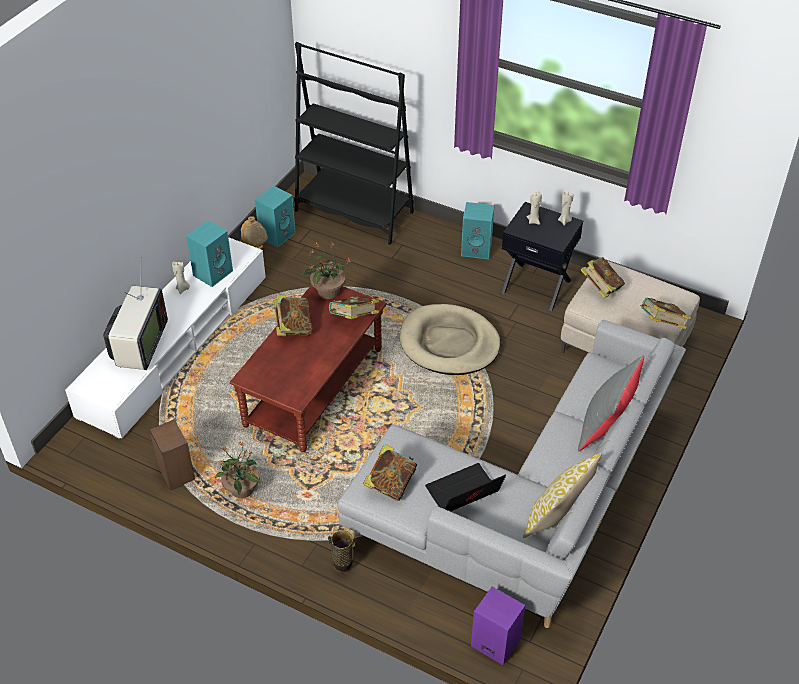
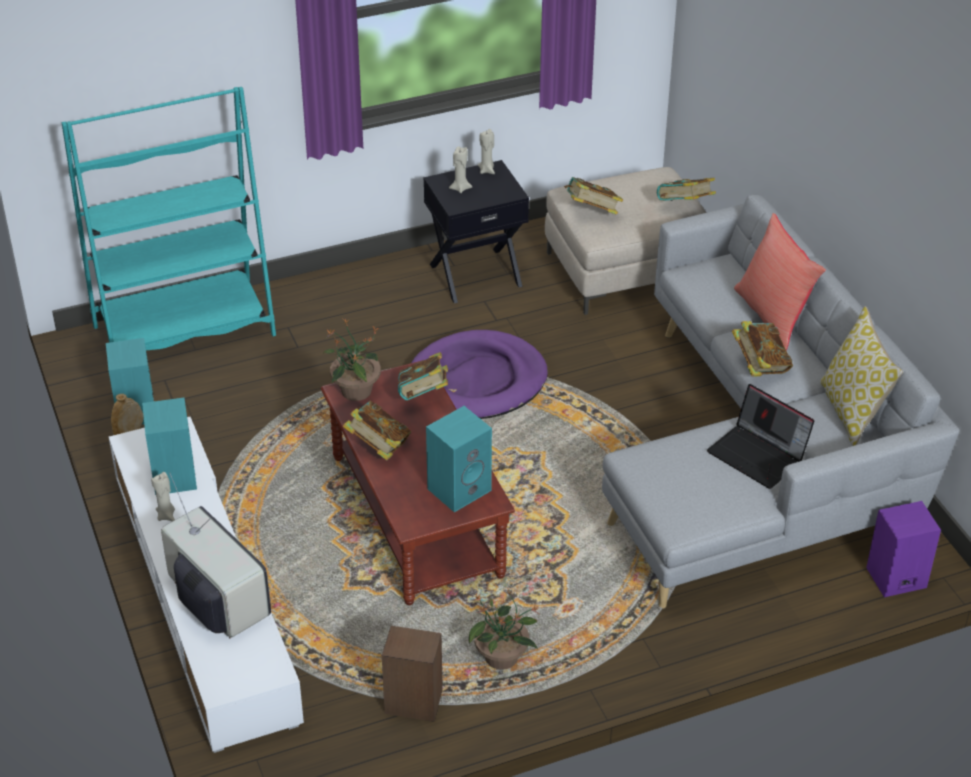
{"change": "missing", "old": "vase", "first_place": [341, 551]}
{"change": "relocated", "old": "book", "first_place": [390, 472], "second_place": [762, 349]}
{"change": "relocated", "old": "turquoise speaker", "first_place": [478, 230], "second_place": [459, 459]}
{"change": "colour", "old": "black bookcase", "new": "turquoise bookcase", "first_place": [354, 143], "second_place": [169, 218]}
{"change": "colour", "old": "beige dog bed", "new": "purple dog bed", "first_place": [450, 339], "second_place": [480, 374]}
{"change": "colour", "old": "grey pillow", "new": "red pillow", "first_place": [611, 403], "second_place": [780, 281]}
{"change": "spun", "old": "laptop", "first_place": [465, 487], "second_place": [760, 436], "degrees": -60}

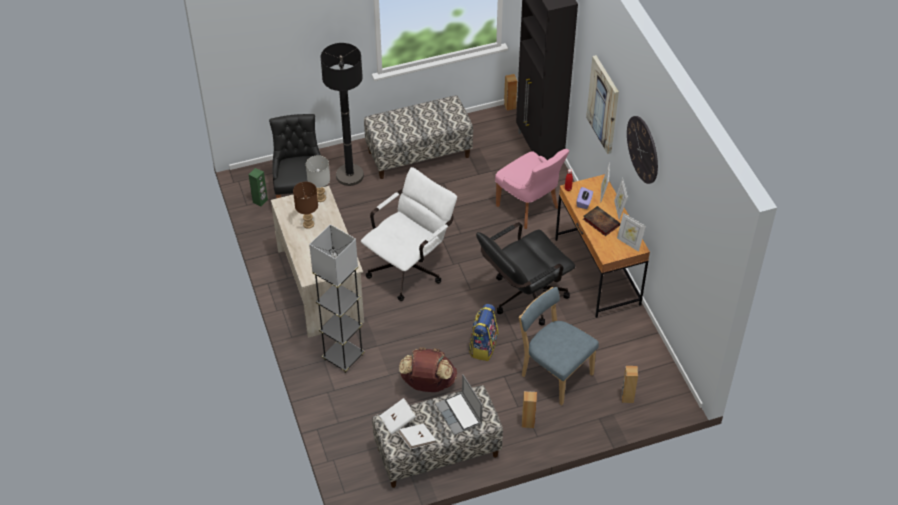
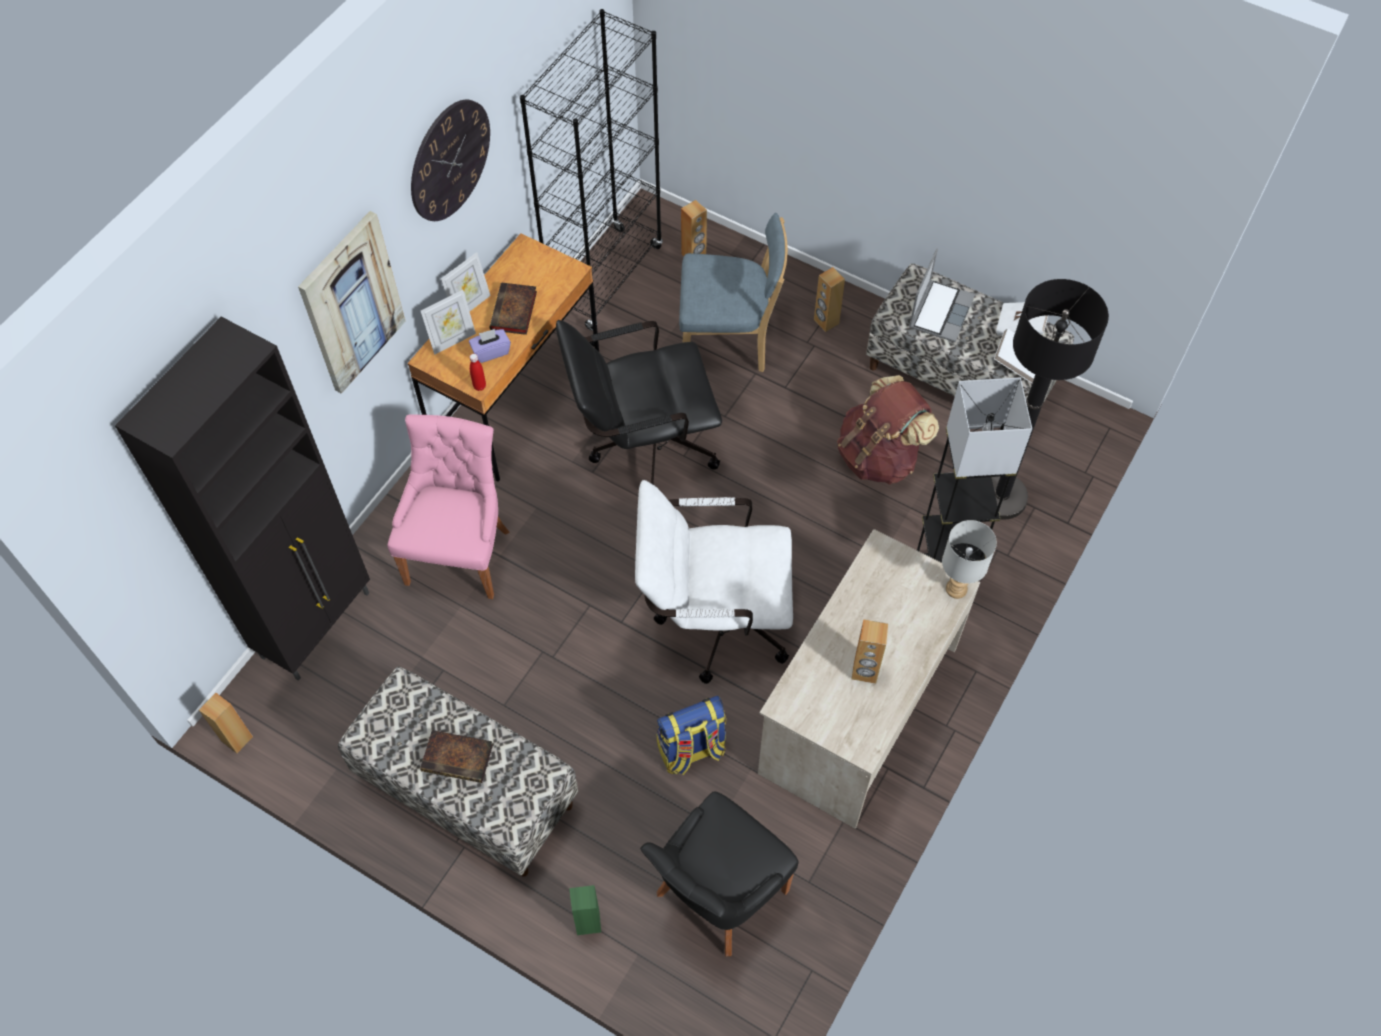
{"change": "missing", "old": "picture frame", "first_place": [631, 232]}
{"change": "appeared", "new": "book", "second_place": [456, 756]}
{"change": "appeared", "new": "black bookcase", "second_place": [591, 170]}
{"change": "relocated", "old": "green speaker", "first_place": [258, 187], "second_place": [585, 910]}
{"change": "relocated", "old": "grey table lamp", "first_place": [318, 178], "second_place": [969, 559]}
{"change": "relocated", "old": "black floor lamp", "first_place": [342, 114], "second_place": [1050, 399]}
{"change": "relocated", "old": "backpack", "first_place": [483, 332], "second_place": [691, 735]}
{"change": "exchanged", "old": "brown table lamp", "new": "brown speaker", "first_place": [305, 205], "second_place": [869, 651]}
{"change": "spun", "old": "black office chair", "first_place": [525, 273], "second_place": [639, 402], "degrees": 150}
{"change": "spun", "old": "blue chair", "first_place": [559, 346], "second_place": [733, 292], "degrees": -90}

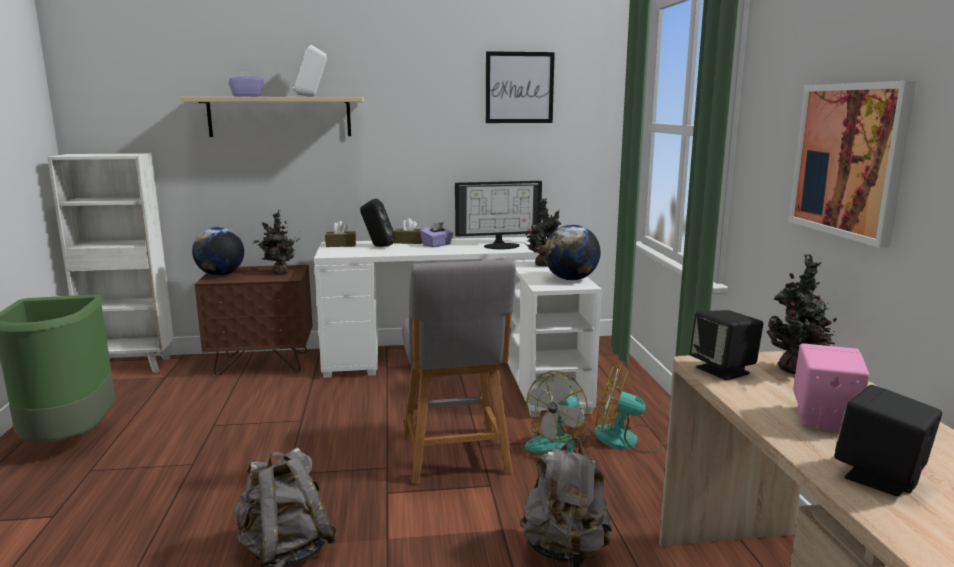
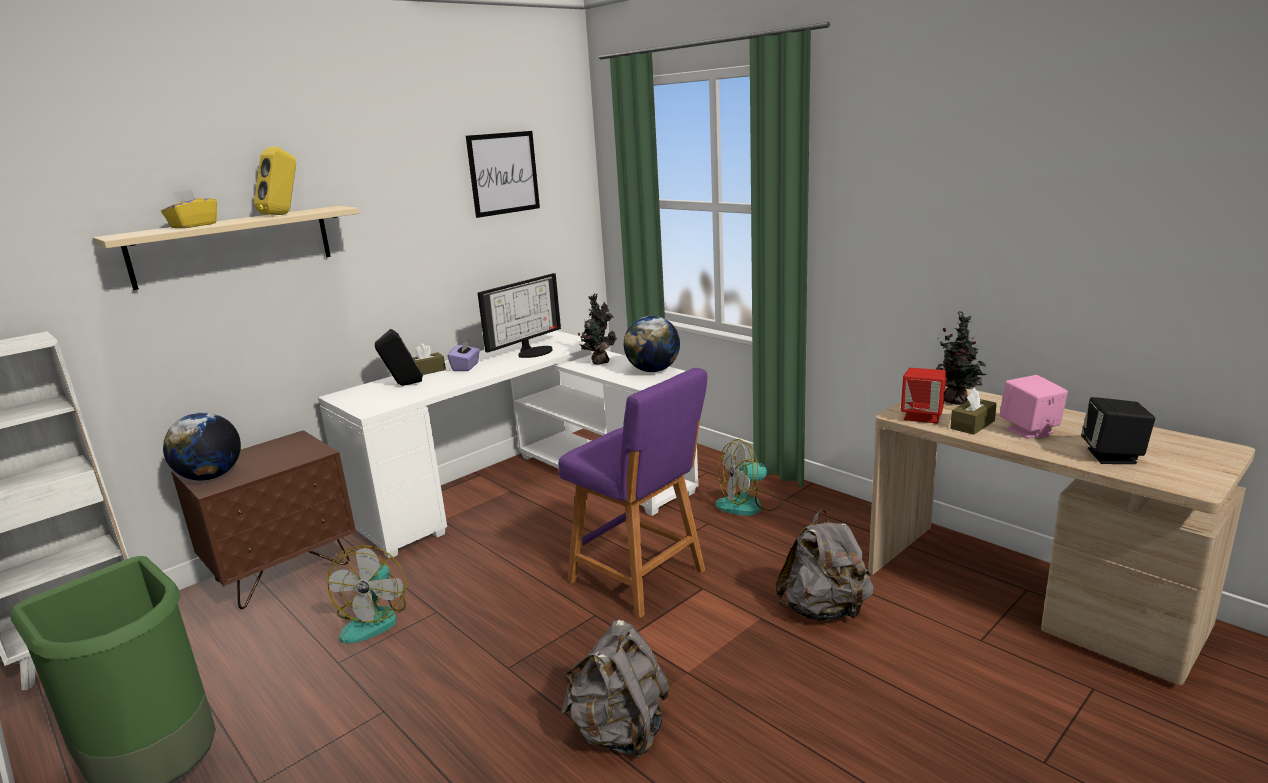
{"change": "missing", "old": "potted plant", "first_place": [276, 242]}
{"change": "missing", "old": "picture", "first_place": [852, 164]}
{"change": "relocated", "old": "brown tissue box", "first_place": [340, 234], "second_place": [973, 411]}
{"change": "relocated", "old": "fan", "first_place": [556, 412], "second_place": [366, 594]}
{"change": "colour", "old": "purple tissue box", "new": "yellow tissue box", "first_place": [246, 84], "second_place": [189, 208]}
{"change": "colour", "old": "white speaker", "new": "yellow speaker", "first_place": [310, 71], "second_place": [275, 180]}
{"change": "colour", "old": "grey stool", "new": "purple stool", "first_place": [459, 372], "second_place": [632, 493]}
{"change": "colour", "old": "black speaker", "new": "red speaker", "first_place": [727, 345], "second_place": [924, 396]}

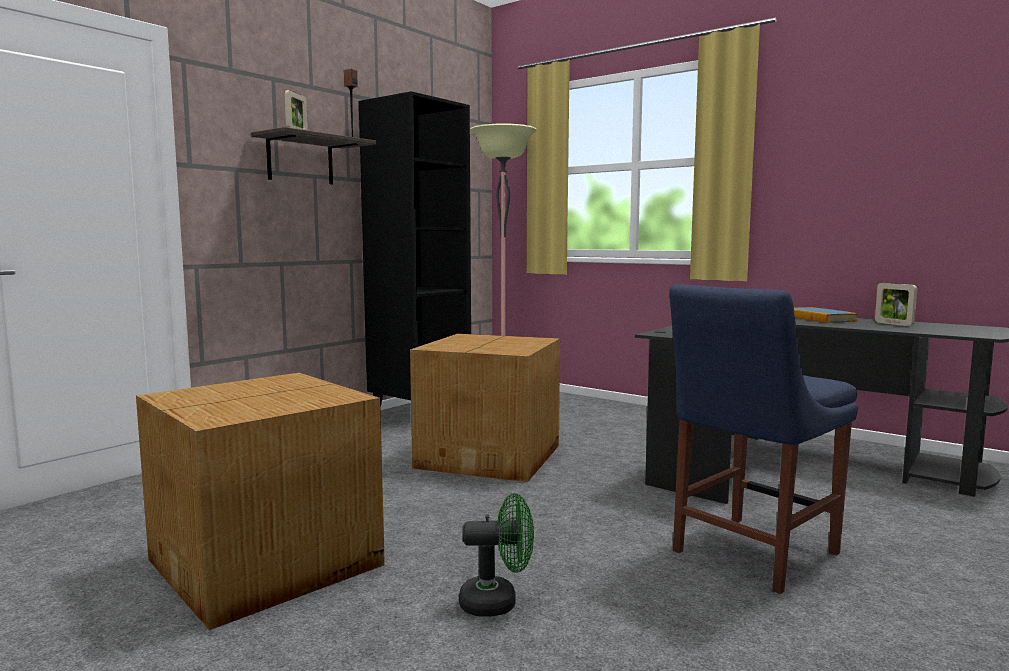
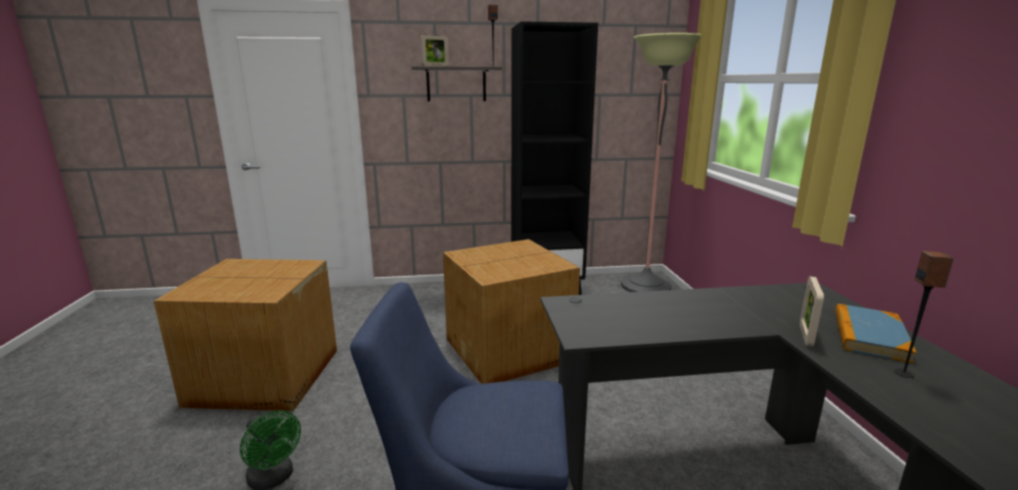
{"change": "appeared", "new": "speaker", "second_place": [924, 314]}
{"change": "relocated", "old": "picture frame", "first_place": [896, 304], "second_place": [812, 311]}

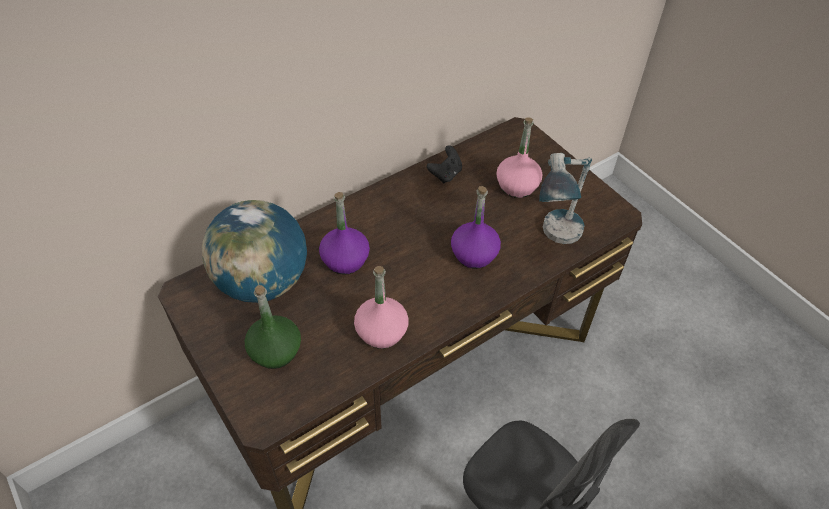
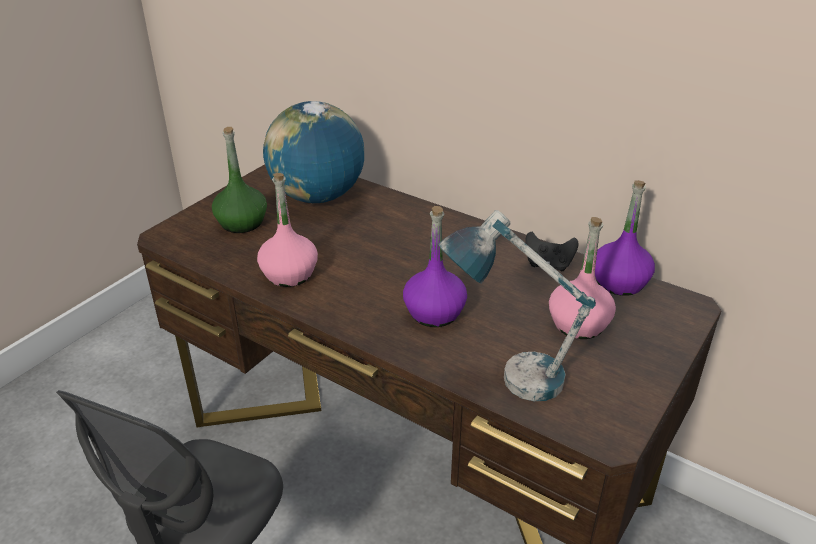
{"change": "relocated", "old": "purple bottle", "first_place": [344, 233], "second_place": [625, 238]}

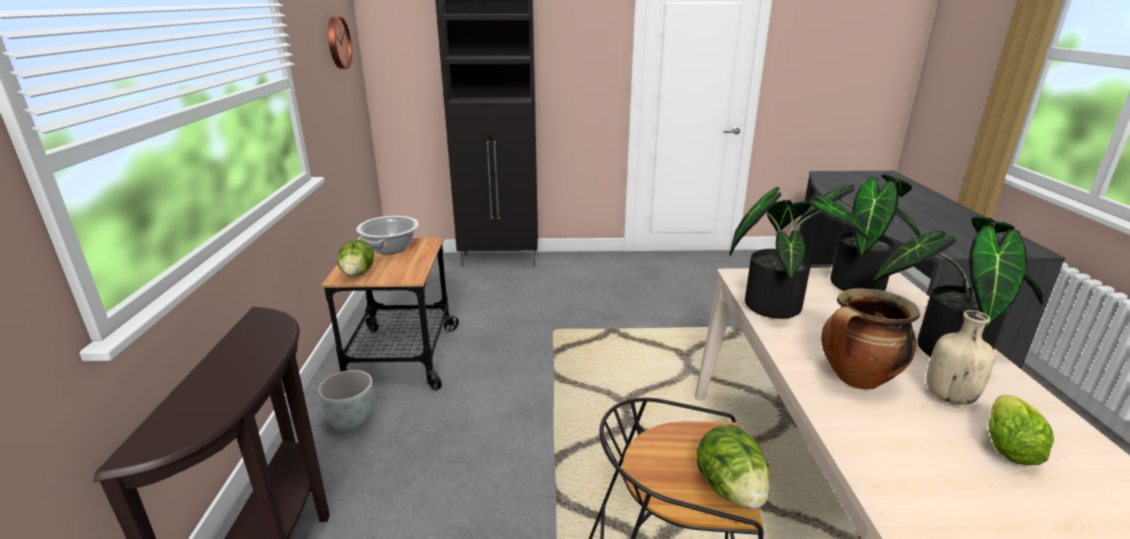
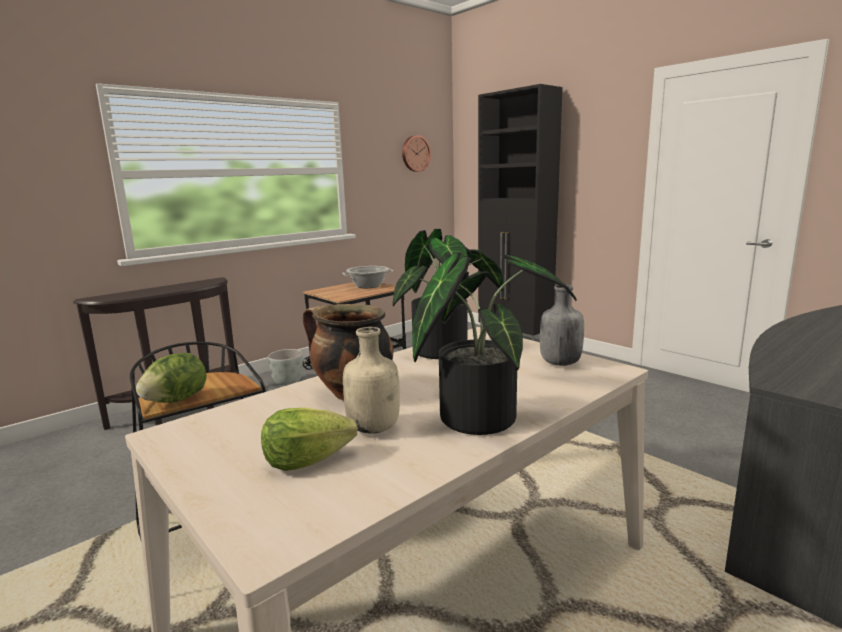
{"change": "missing", "old": "lettuce", "first_place": [355, 257]}
{"change": "exchanged", "old": "potted plant", "new": "grey bottle", "first_place": [859, 232], "second_place": [562, 325]}

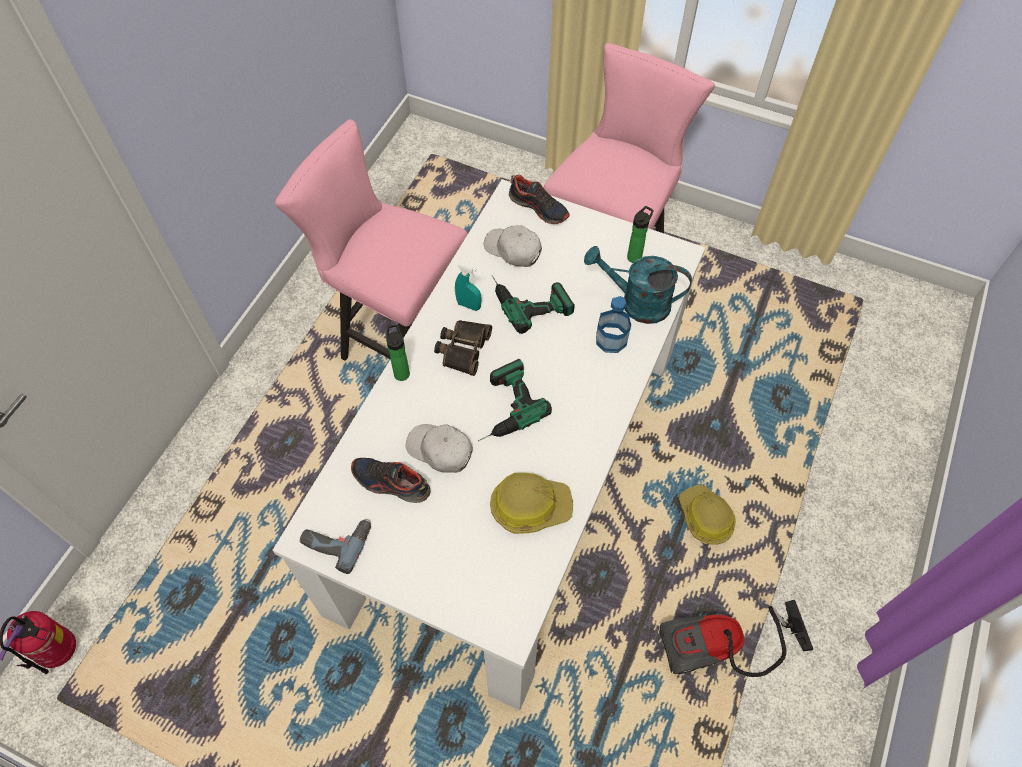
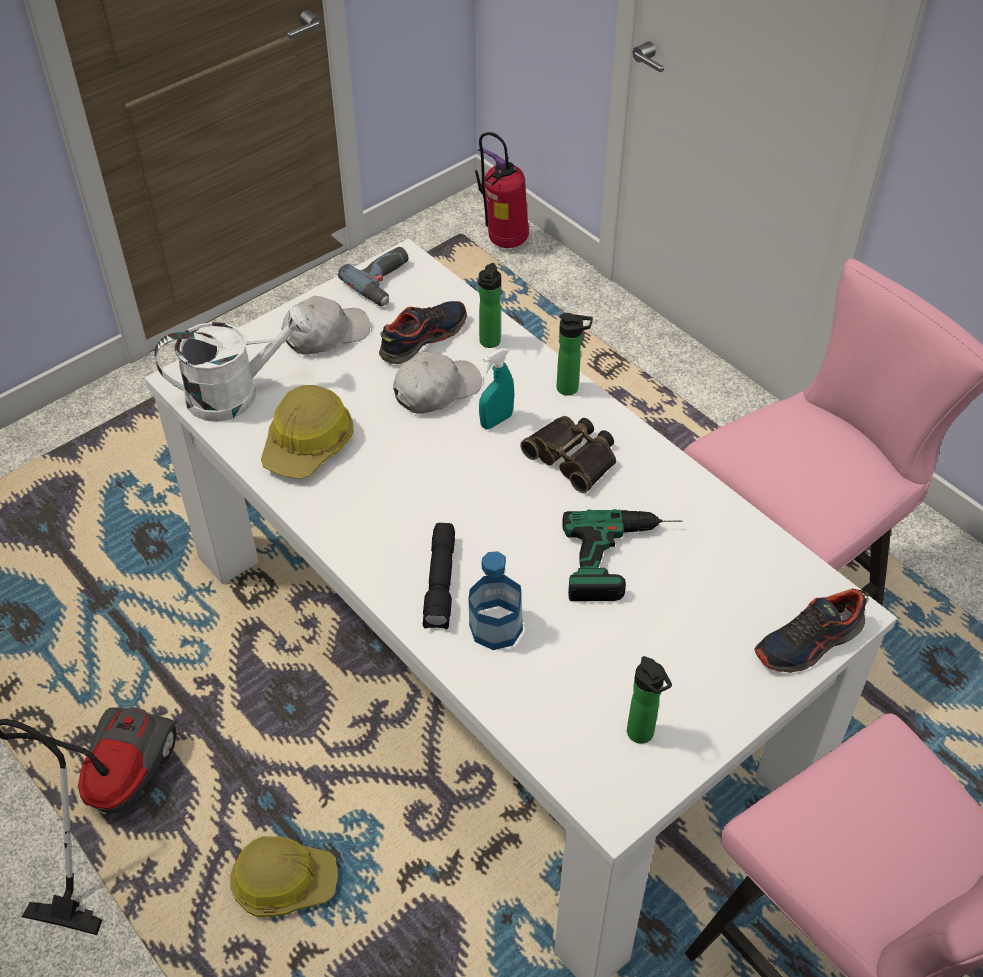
{"change": "missing", "old": "power drill", "first_place": [515, 400]}
{"change": "missing", "old": "turquoise watering can", "first_place": [638, 285]}
{"change": "appeared", "new": "white watering can", "second_place": [233, 364]}
{"change": "appeared", "new": "black flashlight", "second_place": [439, 576]}
{"change": "appeared", "new": "bottle", "second_place": [489, 305]}
{"change": "relocated", "old": "turquoise spray bottle", "first_place": [468, 287], "second_place": [496, 388]}
{"change": "relocated", "old": "white cap", "first_place": [512, 246], "second_place": [326, 325]}

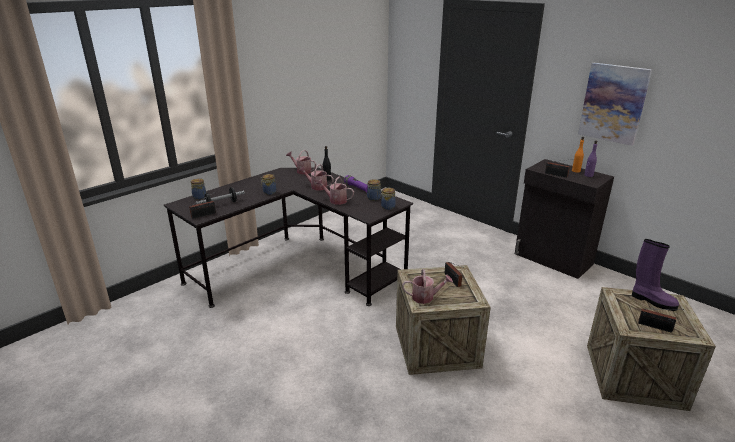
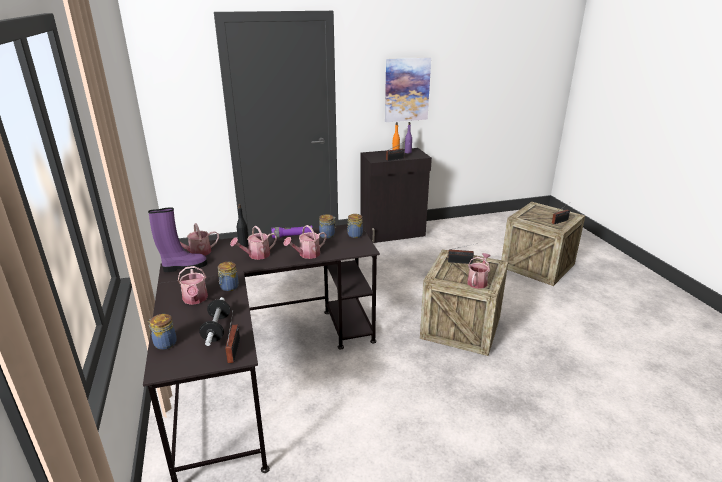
{"change": "appeared", "new": "watering can", "second_place": [193, 285]}
{"change": "relocated", "old": "purple boot", "first_place": [655, 275], "second_place": [177, 239]}

